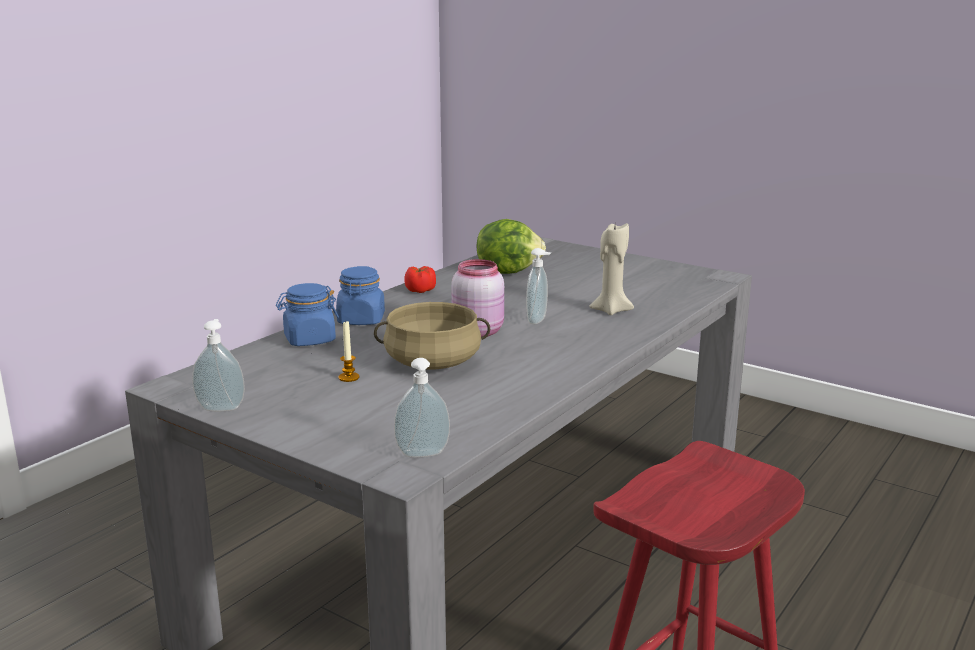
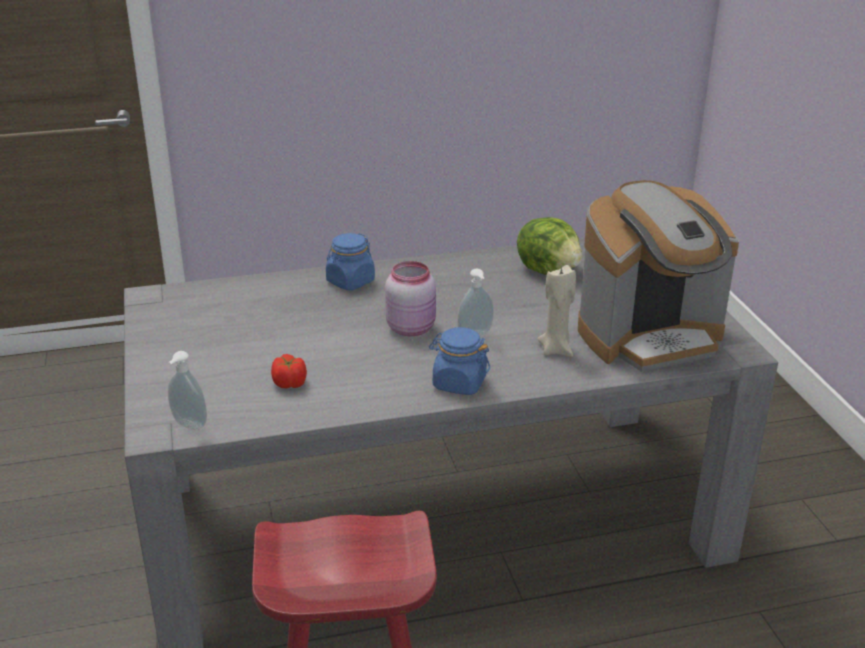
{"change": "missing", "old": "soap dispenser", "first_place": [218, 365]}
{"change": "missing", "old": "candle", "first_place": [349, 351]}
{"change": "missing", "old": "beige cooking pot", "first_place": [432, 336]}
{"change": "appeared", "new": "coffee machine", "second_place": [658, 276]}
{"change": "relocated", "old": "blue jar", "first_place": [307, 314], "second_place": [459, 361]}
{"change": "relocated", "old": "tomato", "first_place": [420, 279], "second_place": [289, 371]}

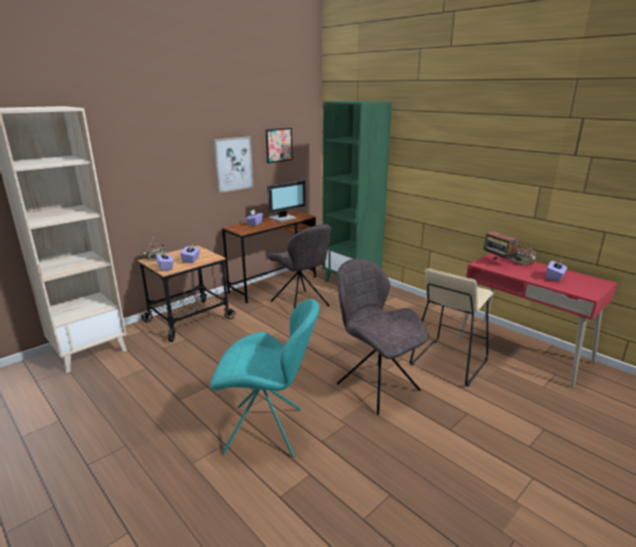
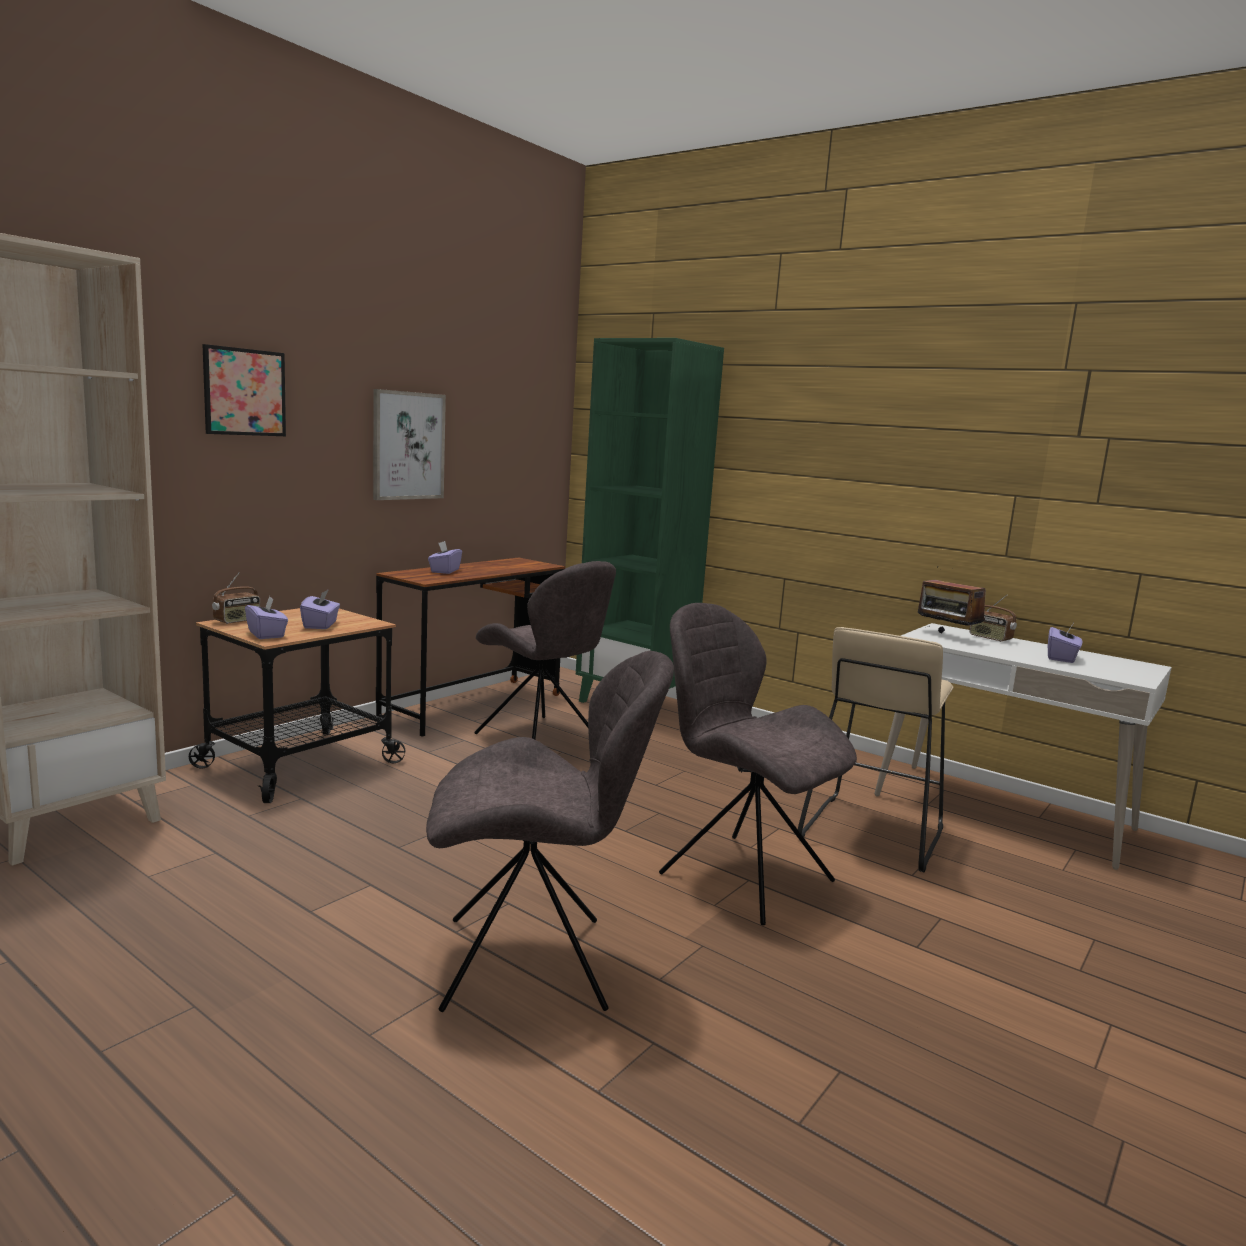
{"change": "missing", "old": "monitor", "first_place": [286, 201]}
{"change": "relocated", "old": "picture", "first_place": [279, 145], "second_place": [244, 390]}
{"change": "colour", "old": "turquoise chair", "new": "grey chair", "first_place": [264, 378], "second_place": [550, 831]}
{"change": "colour", "old": "red desk", "new": "white desk", "first_place": [537, 320], "second_place": [1023, 746]}

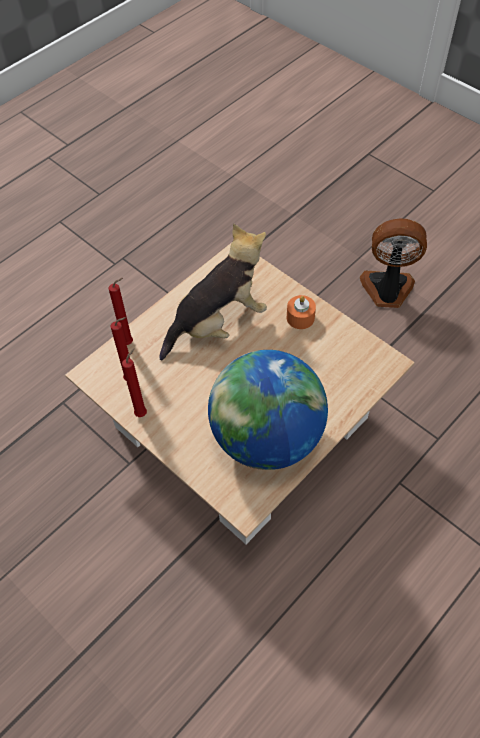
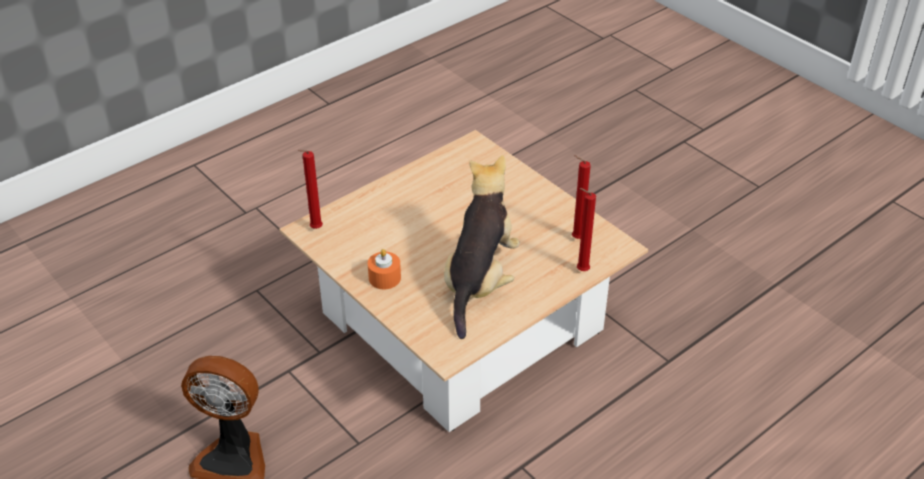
{"change": "missing", "old": "globe", "first_place": [268, 410]}
{"change": "relocated", "old": "red candle", "first_place": [134, 383], "second_place": [310, 189]}
{"change": "spun", "old": "plush toy", "first_place": [213, 292], "second_place": [482, 247], "degrees": 135}

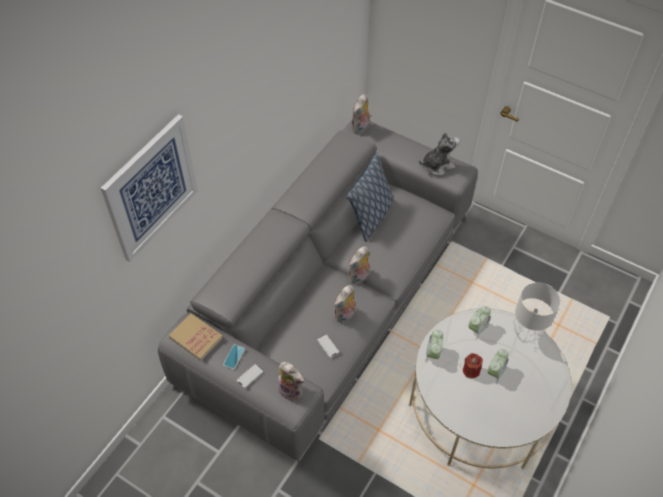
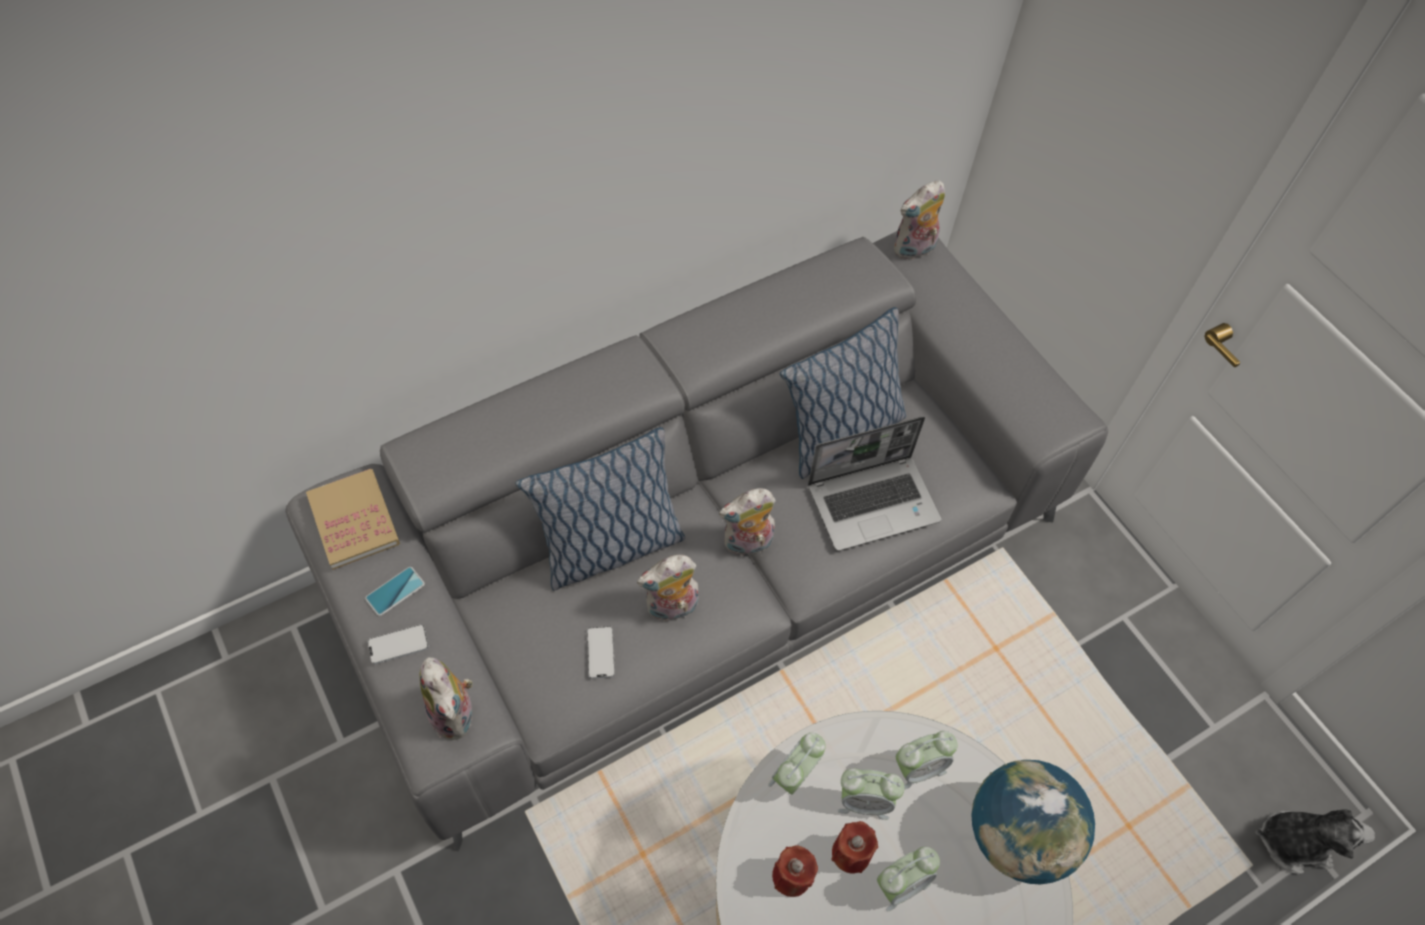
{"change": "missing", "old": "picture", "first_place": [149, 188]}
{"change": "appeared", "new": "pillow", "second_place": [600, 509]}
{"change": "appeared", "new": "red candle", "second_place": [795, 871]}
{"change": "appeared", "new": "laptop", "second_place": [874, 483]}
{"change": "appeared", "new": "alarm clock", "second_place": [871, 794]}
{"change": "relocated", "old": "plush toy", "first_place": [439, 153], "second_place": [1315, 841]}
{"change": "exchanged", "old": "grey table lamp", "new": "globe", "first_place": [537, 312], "second_place": [1033, 822]}

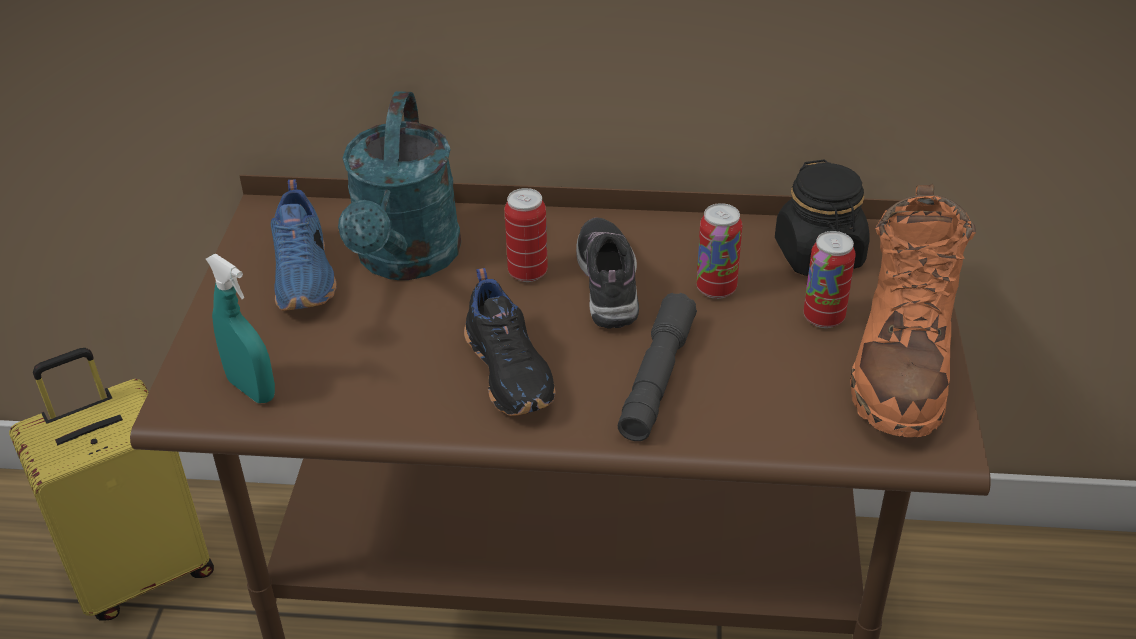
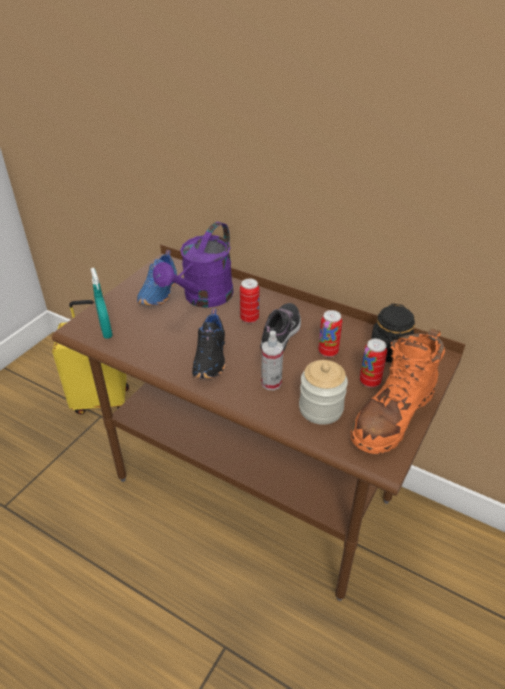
{"change": "appeared", "new": "jar", "second_place": [323, 392]}
{"change": "exchanged", "old": "grey flashlight", "new": "spray bottle", "first_place": [657, 367], "second_place": [272, 360]}
{"change": "colour", "old": "turquoise watering can", "new": "purple watering can", "first_place": [399, 185], "second_place": [193, 265]}

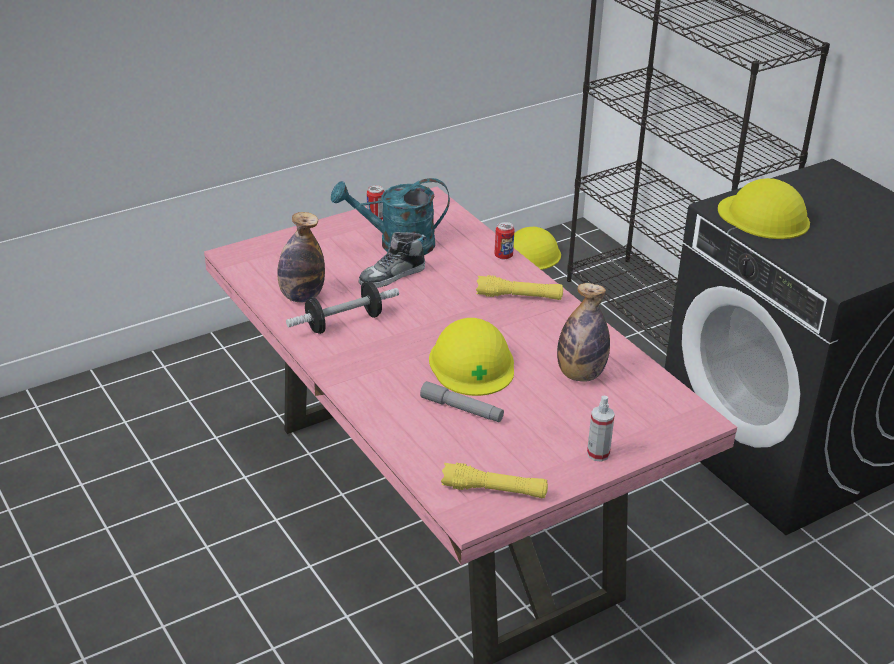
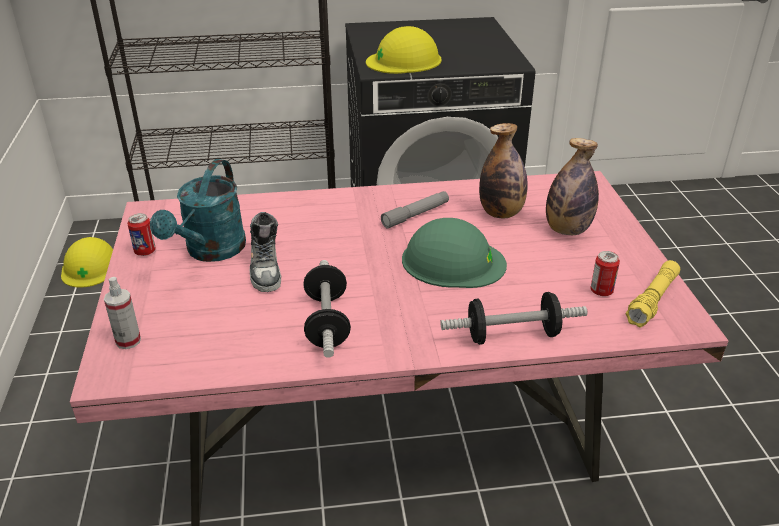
{"change": "missing", "old": "yellow flashlight", "first_place": [519, 287]}
{"change": "appeared", "new": "dumbbell", "second_place": [513, 318]}
{"change": "relocated", "old": "bottle", "first_place": [301, 257], "second_place": [572, 186]}
{"change": "relocated", "old": "grey flashlight", "first_place": [462, 401], "second_place": [415, 209]}
{"change": "relocated", "old": "can", "first_place": [504, 240], "second_place": [605, 273]}
{"change": "relocated", "old": "spray bottle", "first_place": [601, 429], "second_place": [122, 313]}
{"change": "colour", "old": "yellow hard hat", "new": "green hard hat", "first_place": [471, 357], "second_place": [454, 253]}

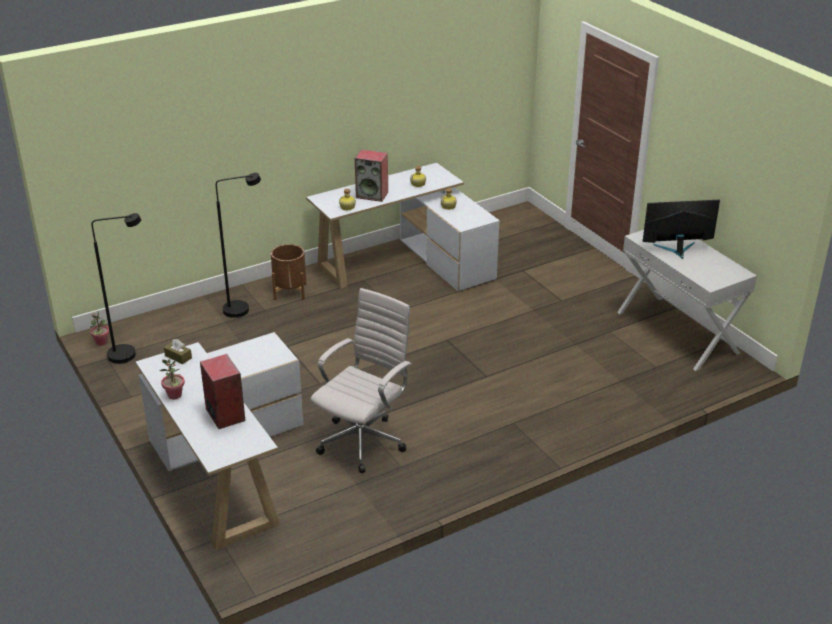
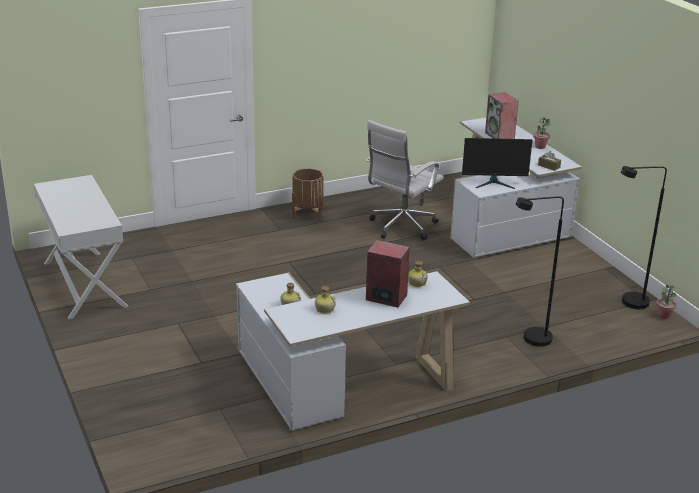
{"change": "relocated", "old": "brown planter", "first_place": [288, 272], "second_place": [308, 194]}
{"change": "relocated", "old": "monitor", "first_place": [681, 229], "second_place": [497, 163]}

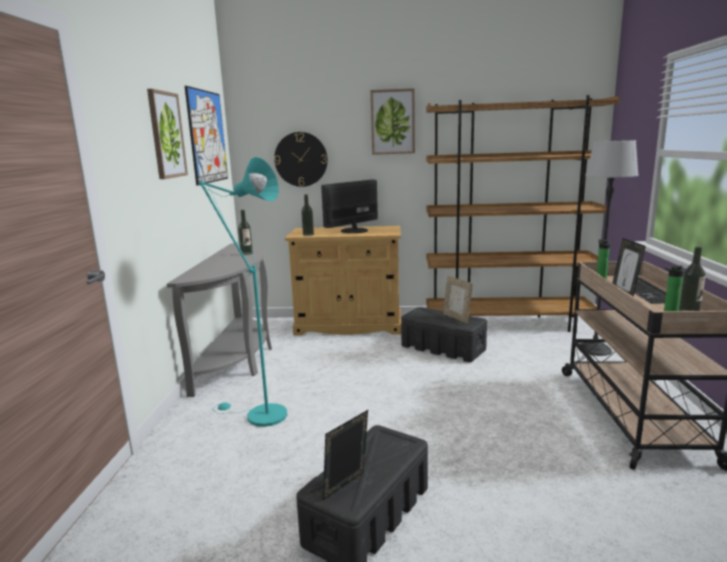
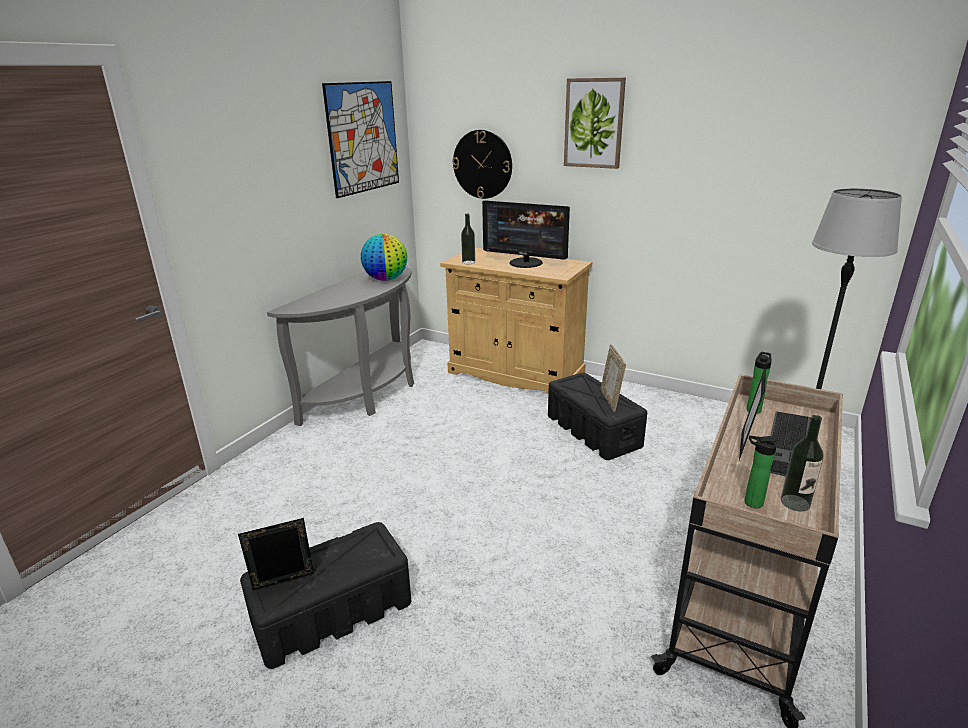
{"change": "missing", "old": "picture", "first_place": [167, 134]}
{"change": "missing", "old": "turquoise floor lamp", "first_place": [243, 292]}
{"change": "missing", "old": "brown bookcase", "first_place": [523, 213]}
{"change": "exchanged", "old": "bottle", "new": "globe", "first_place": [245, 232], "second_place": [384, 257]}
{"change": "spun", "old": "monitor", "first_place": [349, 206], "second_place": [526, 234], "degrees": -135}

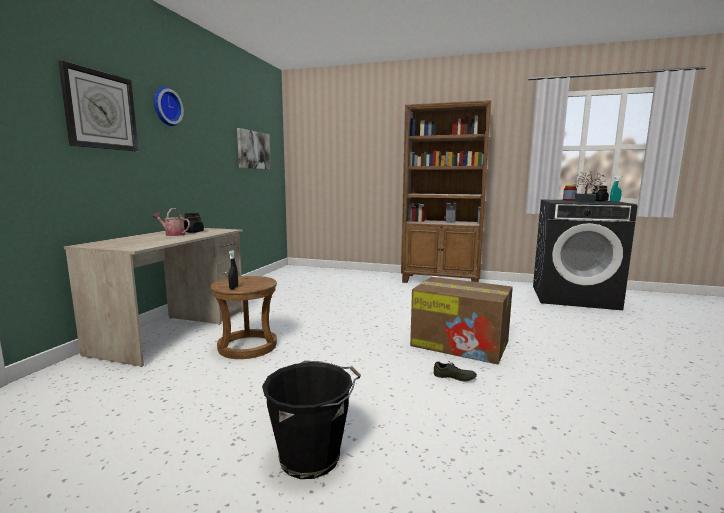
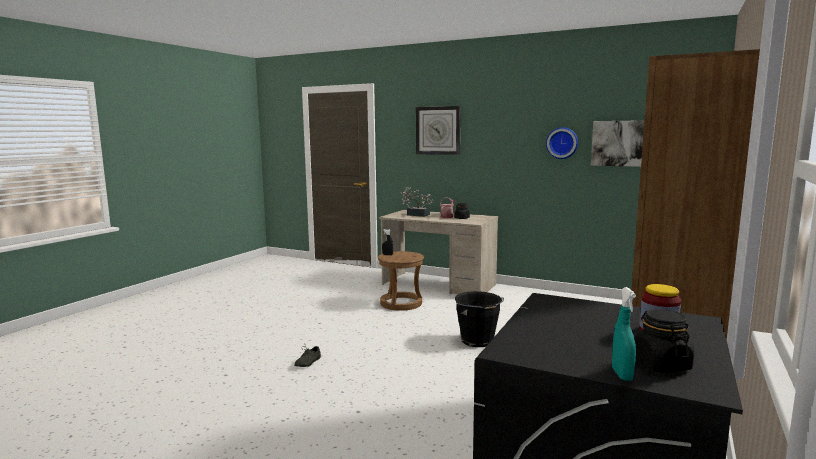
{"change": "missing", "old": "cardboard box", "first_place": [461, 320]}
{"change": "relocated", "old": "wall clock", "first_place": [169, 106], "second_place": [562, 143]}
{"change": "relocated", "old": "black bucket", "first_place": [311, 420], "second_place": [479, 319]}
{"change": "relocated", "old": "potted plant", "first_place": [589, 186], "second_place": [417, 202]}

